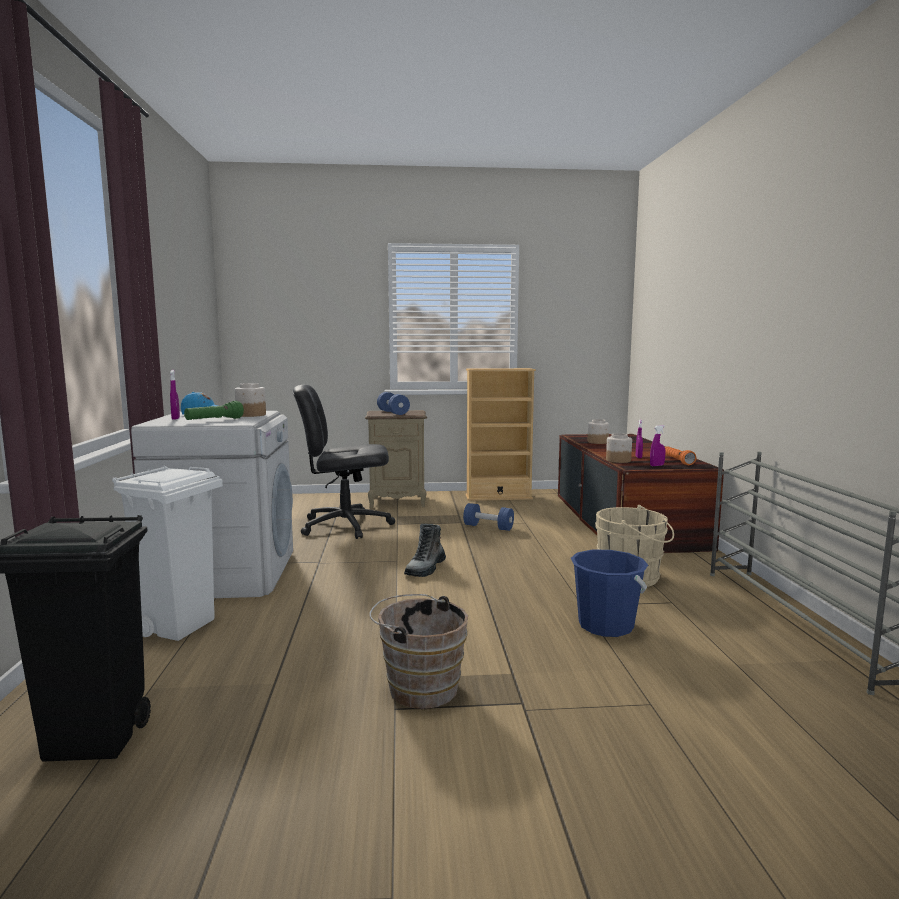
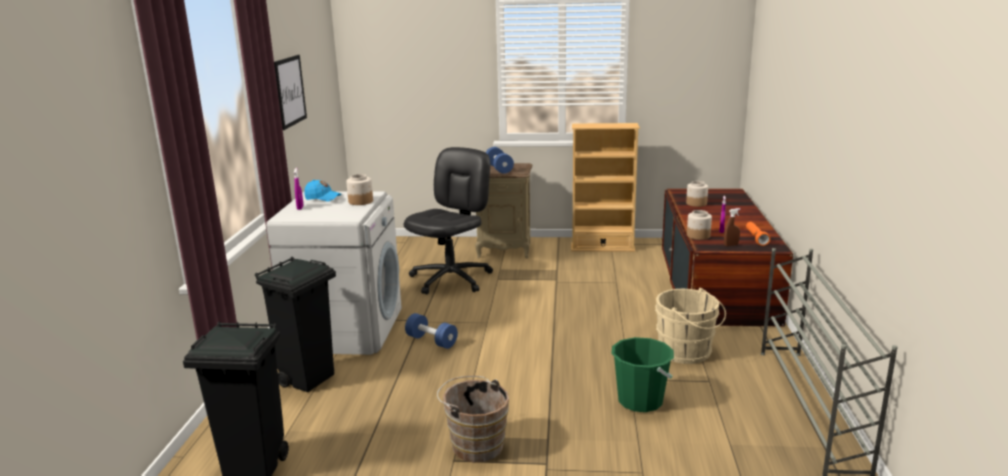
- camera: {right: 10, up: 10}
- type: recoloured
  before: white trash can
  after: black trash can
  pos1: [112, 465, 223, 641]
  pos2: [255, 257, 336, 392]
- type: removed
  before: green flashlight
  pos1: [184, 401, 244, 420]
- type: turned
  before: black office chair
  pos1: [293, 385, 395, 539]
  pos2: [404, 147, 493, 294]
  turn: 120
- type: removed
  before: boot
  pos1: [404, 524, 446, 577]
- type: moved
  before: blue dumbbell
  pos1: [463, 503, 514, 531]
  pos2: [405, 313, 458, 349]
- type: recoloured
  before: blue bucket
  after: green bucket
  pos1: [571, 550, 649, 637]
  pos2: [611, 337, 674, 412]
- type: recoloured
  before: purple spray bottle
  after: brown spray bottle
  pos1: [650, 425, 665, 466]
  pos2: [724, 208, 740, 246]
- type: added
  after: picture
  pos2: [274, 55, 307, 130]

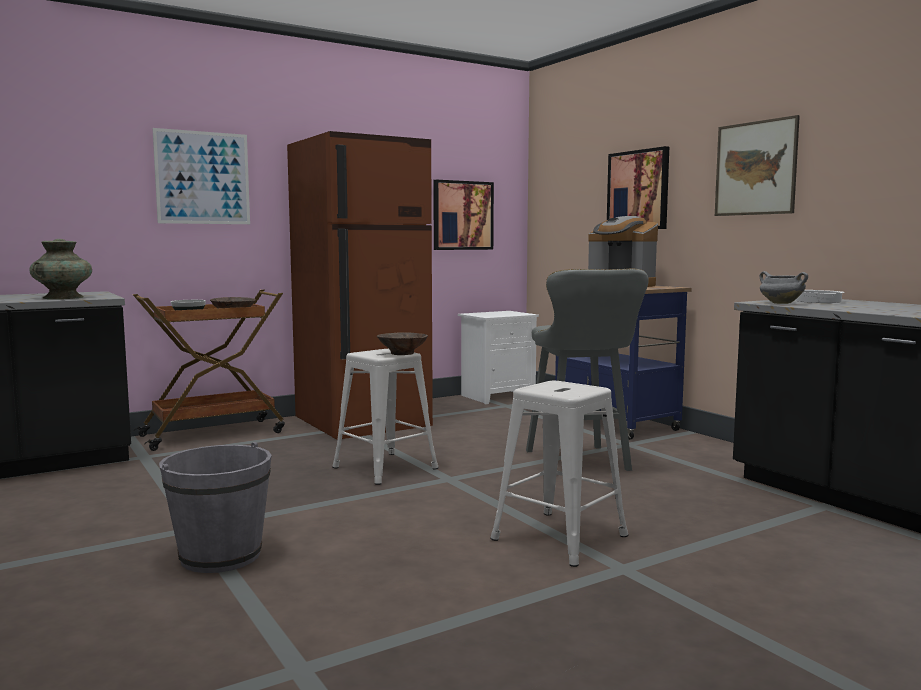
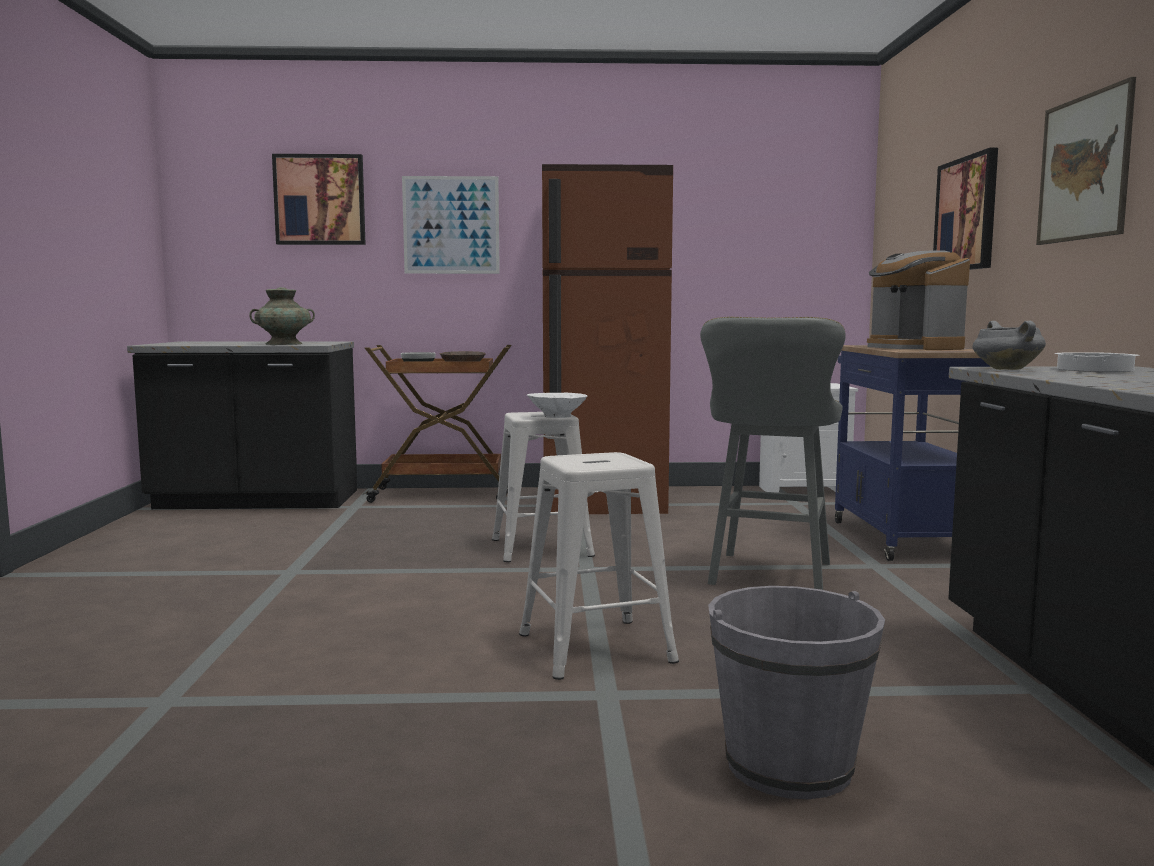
- camera: {right: 30, up: 0}
- type: moved
  before: grey bucket
  pos1: [159, 442, 272, 573]
  pos2: [708, 586, 885, 799]
- type: recoloured
  before: brown bowl
  after: white bowl
  pos1: [377, 332, 428, 355]
  pos2: [527, 393, 587, 418]
- type: moved
  before: picture
  pos1: [433, 180, 494, 250]
  pos2: [272, 154, 366, 245]

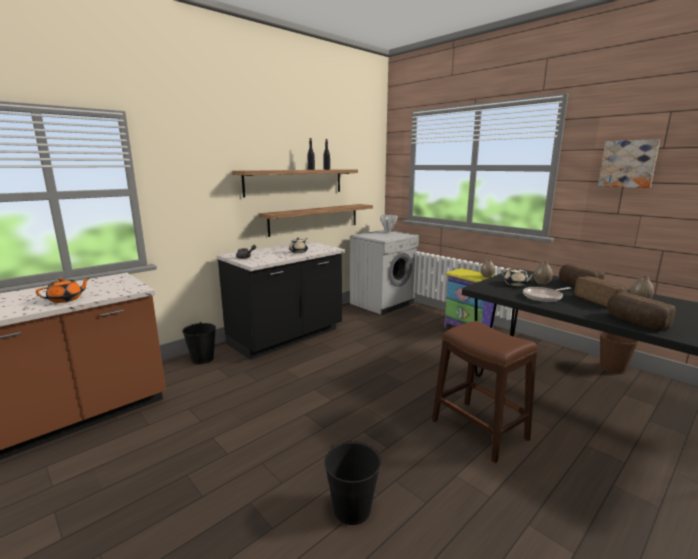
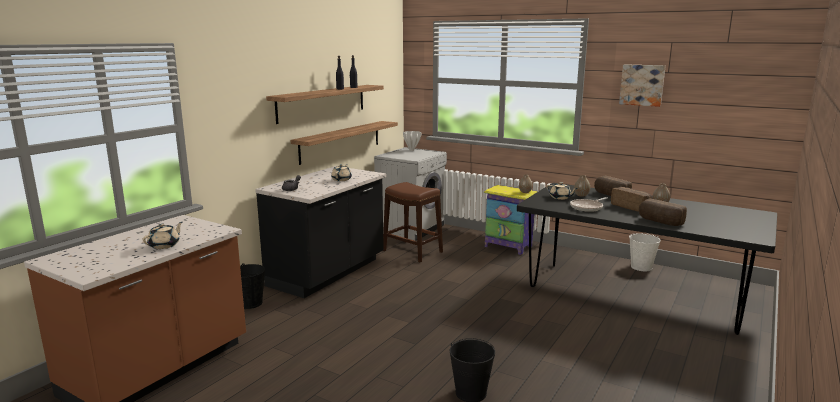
- camera: {right: -15, up: 0}
- type: recoloured
  before: orange teapot
  after: beige teapot
  pos1: [36, 277, 90, 303]
  pos2: [143, 222, 183, 249]
- type: moved
  before: brown stool
  pos1: [432, 321, 537, 463]
  pos2: [383, 182, 443, 263]
- type: recoloured
  before: brown bucket
  after: white bucket
  pos1: [600, 331, 639, 374]
  pos2: [629, 233, 661, 271]

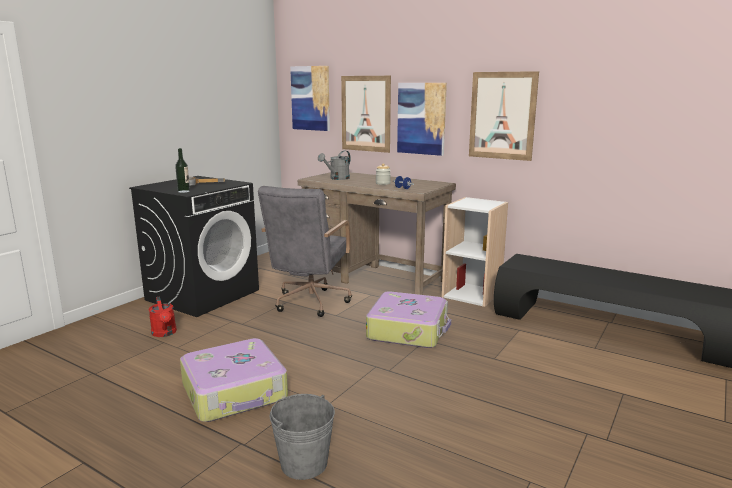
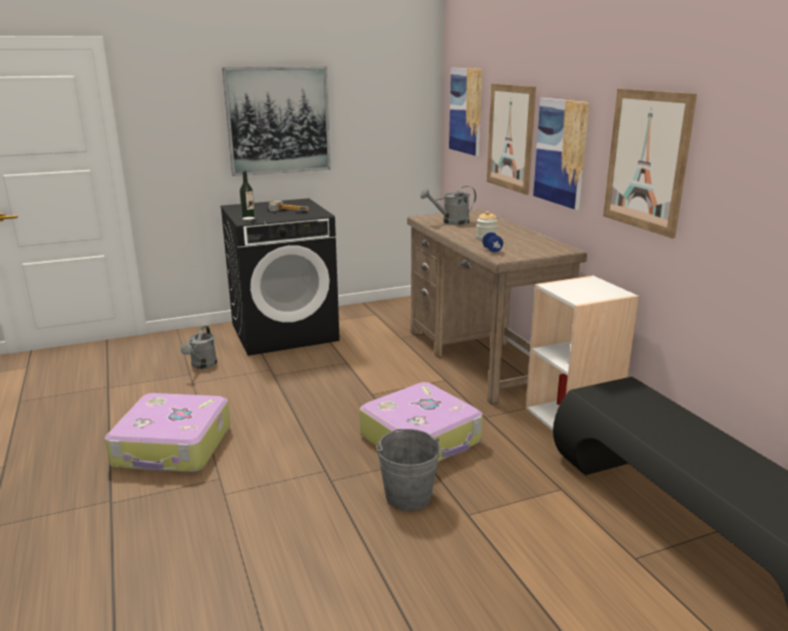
- camera: {right: 35, up: 5}
- type: recoloured
  before: red watering can
  after: grey watering can
  pos1: [148, 297, 177, 337]
  pos2: [181, 326, 217, 369]
- type: removed
  before: grey office chair
  pos1: [258, 186, 352, 317]
- type: moved
  before: grey bucket
  pos1: [269, 394, 335, 480]
  pos2: [377, 429, 441, 511]
- type: added
  after: picture
  pos2: [222, 66, 330, 176]

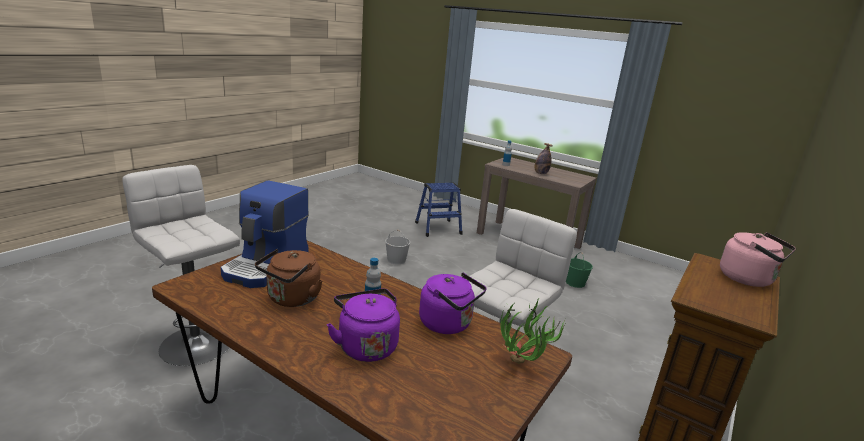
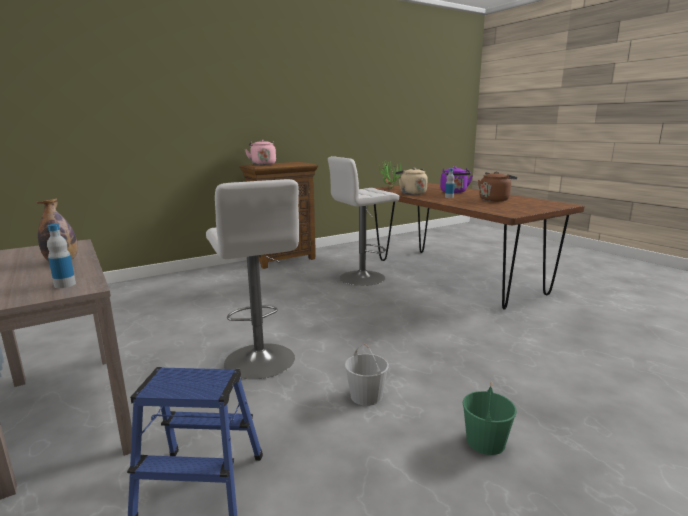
- camera: {right: -155, up: -5}
- type: moved
  before: white stool
  pos1: [122, 165, 240, 366]
  pos2: [206, 179, 299, 379]
- type: removed
  before: coffee machine
  pos1: [221, 180, 309, 288]
- type: recoloured
  before: purple kettle
  after: beige kettle
  pos1: [419, 272, 486, 334]
  pos2: [396, 167, 428, 195]
- type: moved
  before: green bucket
  pos1: [566, 252, 593, 288]
  pos2: [463, 382, 517, 455]

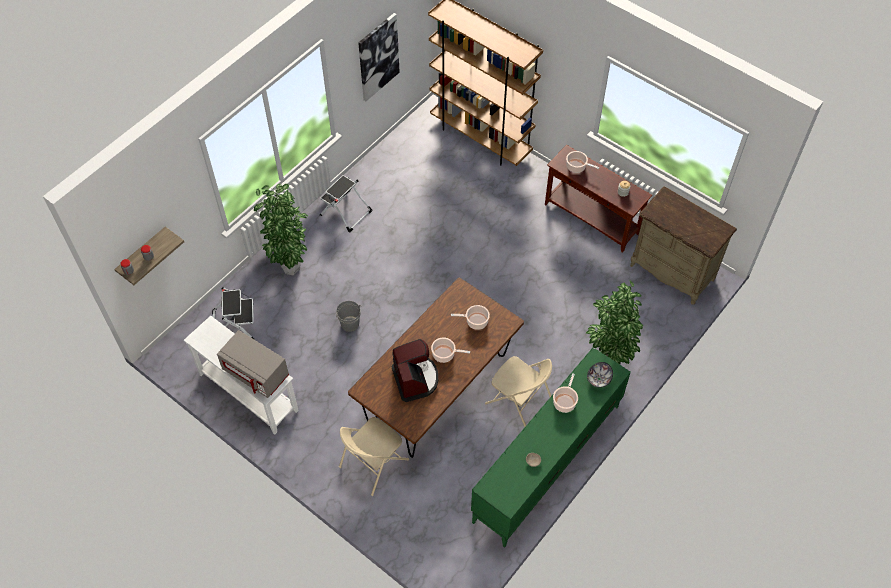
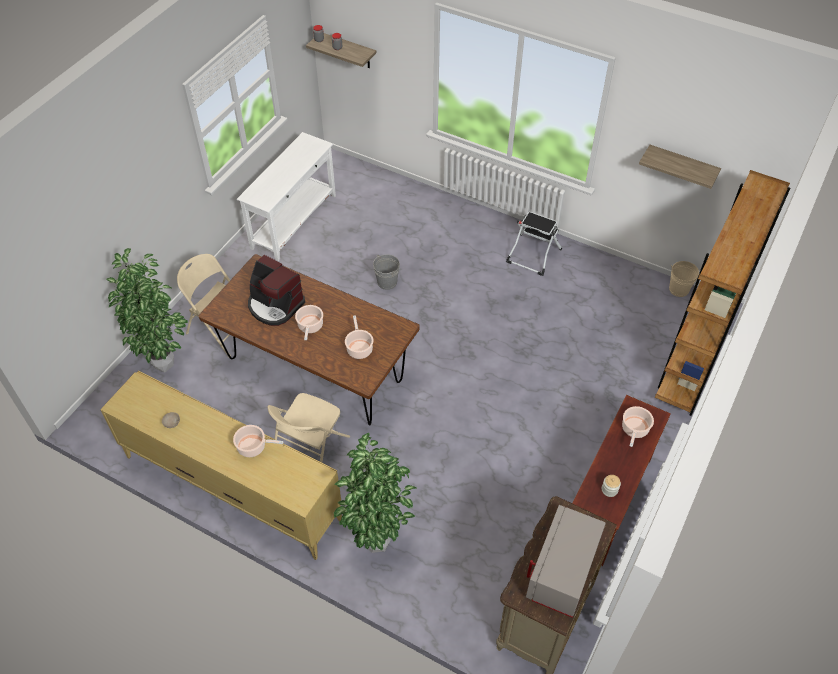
- camera: {right: 80, up: -5}
- type: removed
  before: step ladder
  pos1: [212, 287, 255, 340]
- type: moved
  before: grey microwave
  pos1: [217, 330, 289, 398]
  pos2: [526, 505, 606, 618]
- type: moved
  before: potted plant
  pos1: [254, 184, 308, 276]
  pos2: [106, 248, 188, 373]
- type: replaced
  before: picture
  after: shelf
  pos1: [358, 13, 400, 101]
  pos2: [639, 145, 721, 189]
- type: turned
  before: coffee machine
  pos1: [392, 339, 438, 402]
  pos2: [248, 255, 305, 326]
  turn: 60
- type: recoloured
  before: green cabinet
  after: beige cabinet
  pos1: [471, 348, 631, 548]
  pos2: [100, 371, 342, 560]
- type: removed
  before: bowl
  pos1: [587, 362, 613, 388]
- type: added
  after: beige bucket
  pos2: [669, 261, 699, 297]

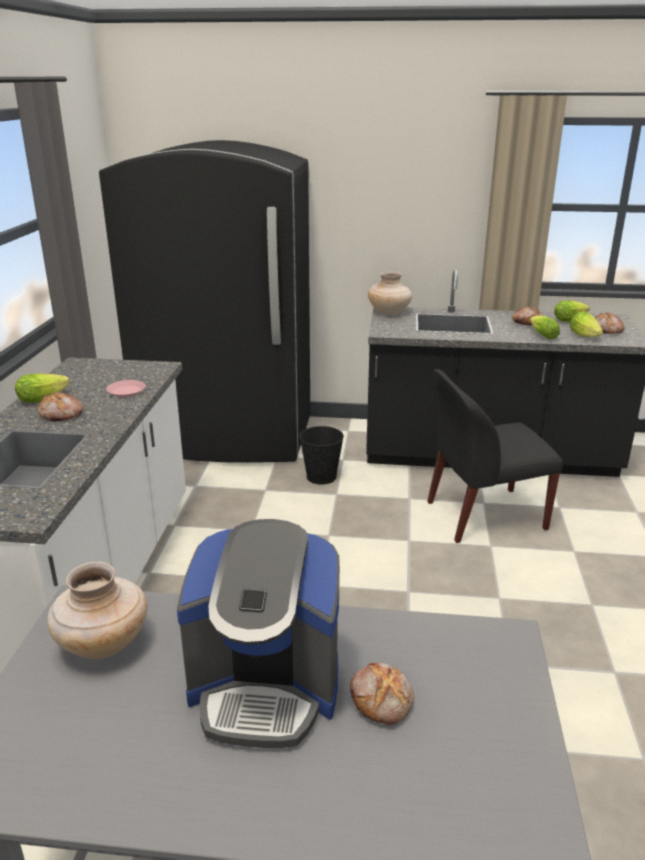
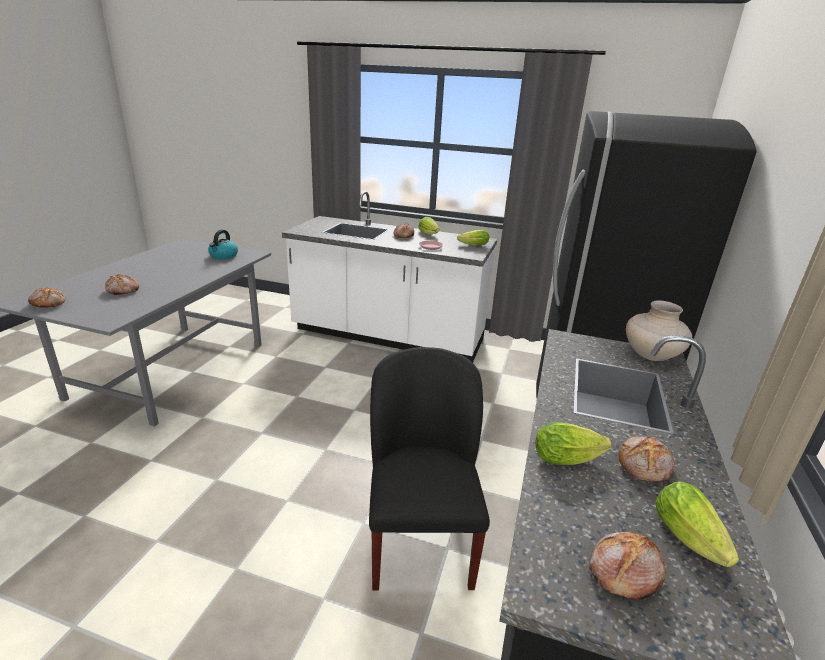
- camera: {right: 100, up: 0}
- type: replaced
  before: beige vase
  after: kettle
  pos1: [47, 562, 147, 659]
  pos2: [208, 230, 238, 259]
- type: removed
  before: coffee machine
  pos1: [177, 519, 340, 748]
- type: removed
  before: black bucket
  pos1: [299, 426, 344, 484]
- type: moved
  before: lettuce
  pos1: [570, 312, 603, 337]
  pos2: [457, 230, 489, 245]
- type: added
  after: bread
  pos2: [28, 287, 65, 308]

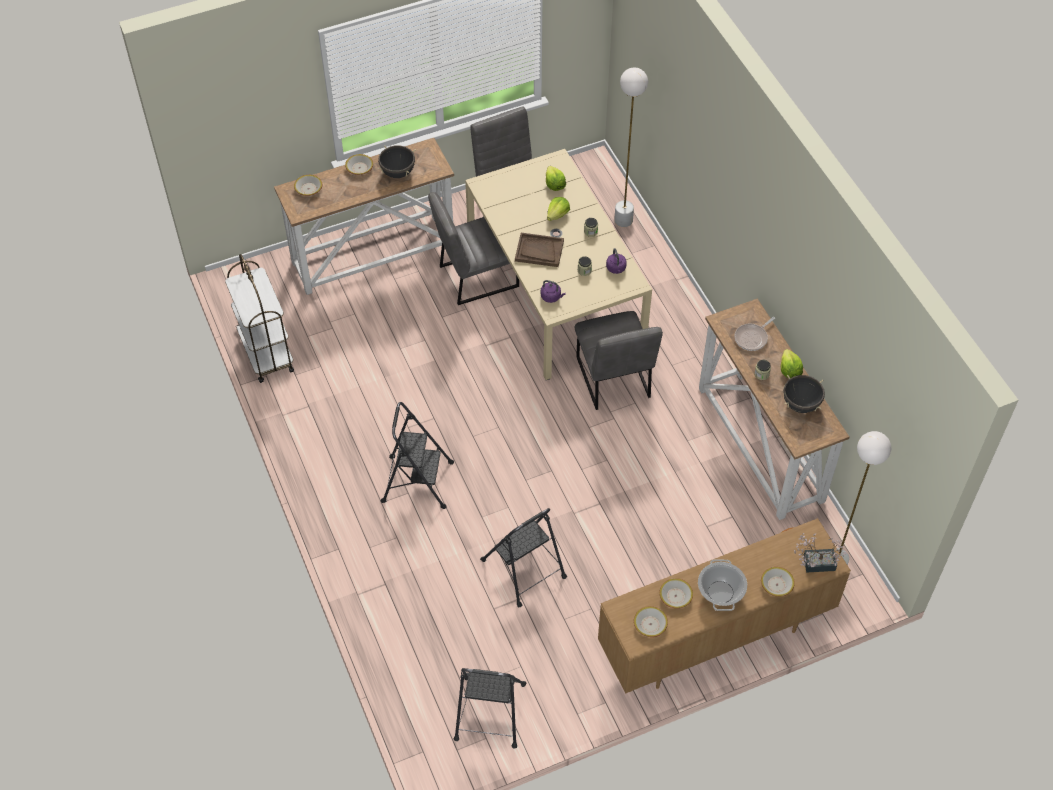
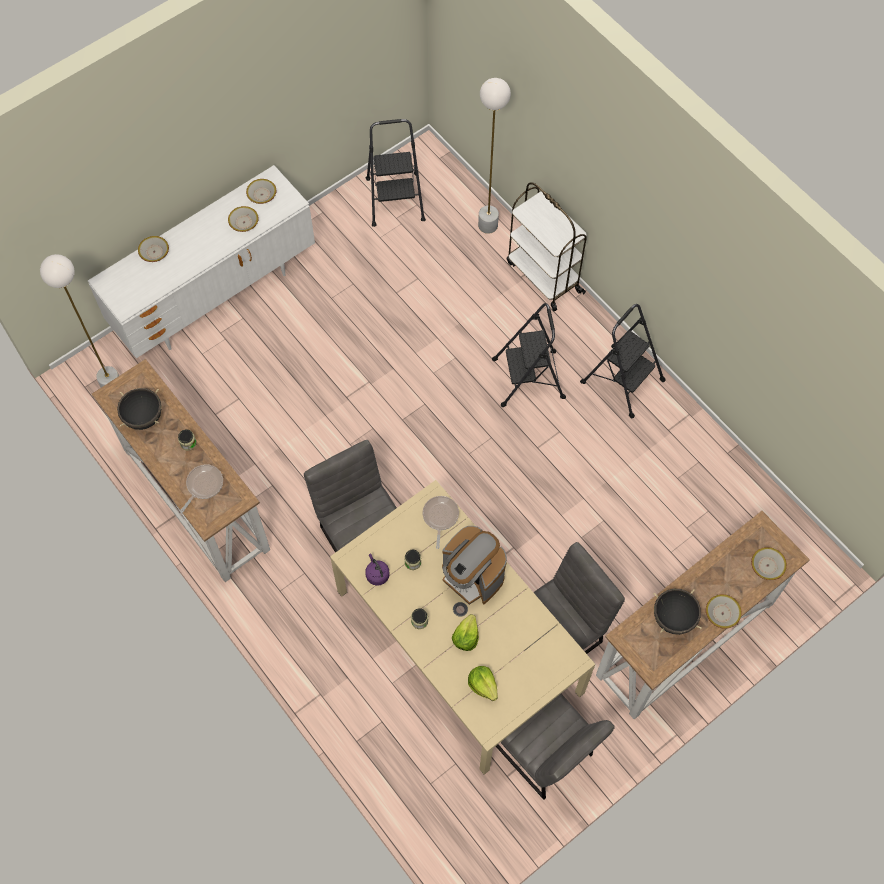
- camera: {right: 165, up: 10}
- type: moved
  before: white cart
  pos1: [225, 254, 294, 383]
  pos2: [507, 182, 587, 311]
- type: moved
  before: black step ladder
  pos1: [480, 508, 567, 607]
  pos2: [580, 304, 666, 418]
- type: replaced
  before: brown tray
  after: coffee machine
  pos1: [515, 233, 564, 267]
  pos2: [442, 526, 507, 605]
- type: replaced
  before: purple kettle
  after: frying pan
  pos1: [541, 280, 566, 303]
  pos2: [423, 496, 459, 549]
- type: recoloured
  before: brown dresser
  after: white dresser
  pos1: [598, 518, 851, 693]
  pos2: [88, 165, 315, 358]
- type: moved
  before: white floor lamp
  pos1: [614, 67, 648, 227]
  pos2: [478, 78, 511, 234]
- type: removed
  before: cooking pot
  pos1: [698, 560, 747, 611]
- type: removed
  before: lettuce
  pos1: [781, 349, 803, 378]
- type: removed
  before: potted plant
  pos1: [794, 533, 846, 573]

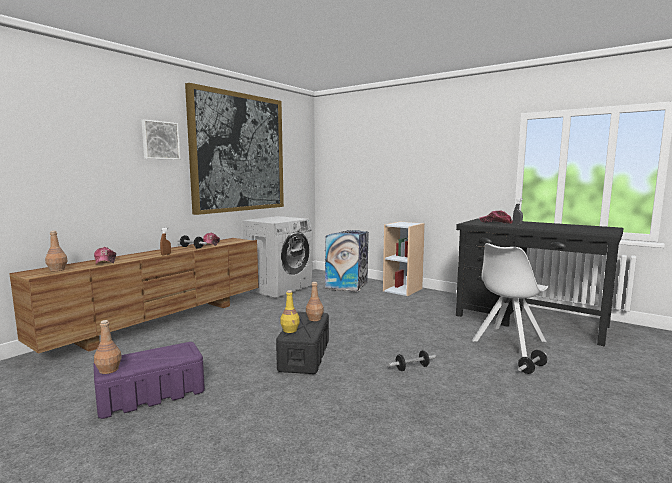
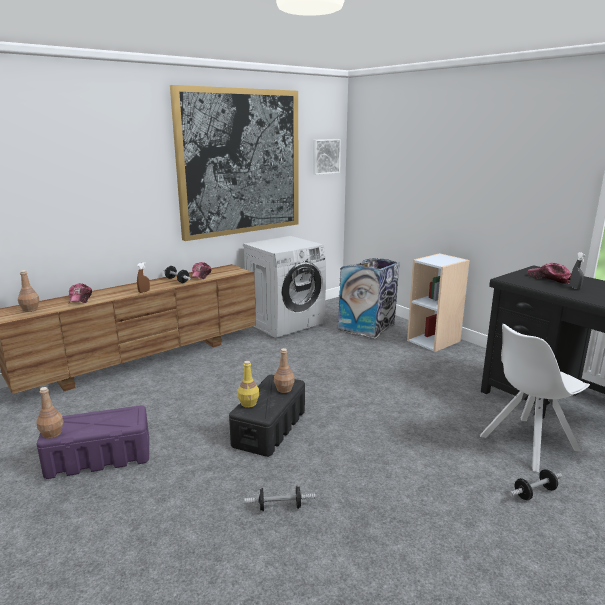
- camera: {right: 15, up: 10}
- type: moved
  before: picture
  pos1: [141, 119, 180, 160]
  pos2: [313, 139, 341, 175]
- type: moved
  before: dumbbell
  pos1: [388, 350, 436, 371]
  pos2: [245, 486, 315, 511]

